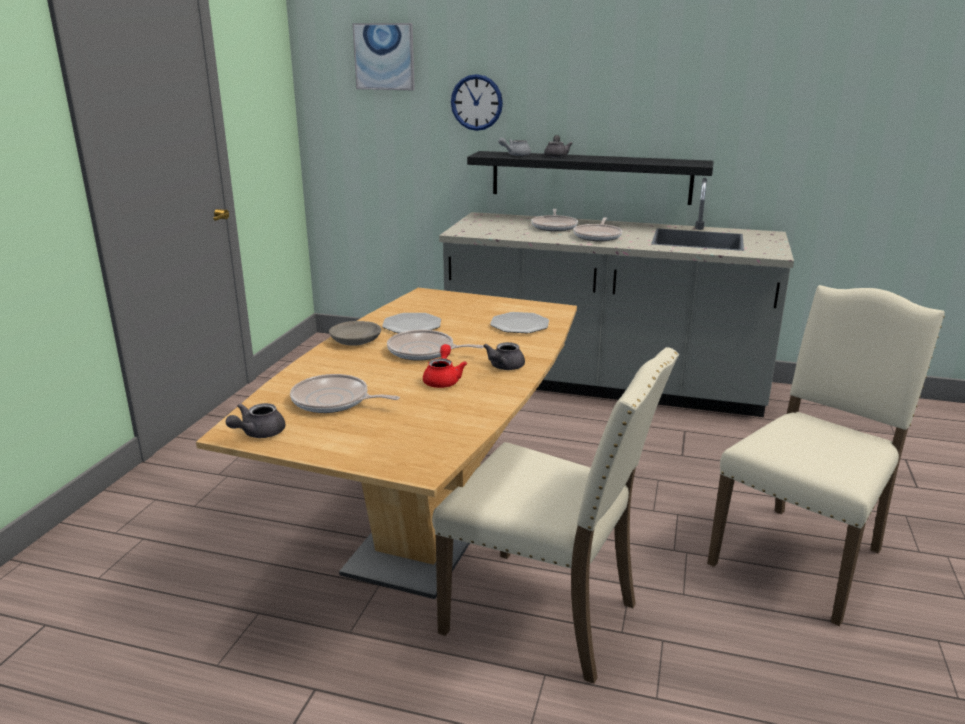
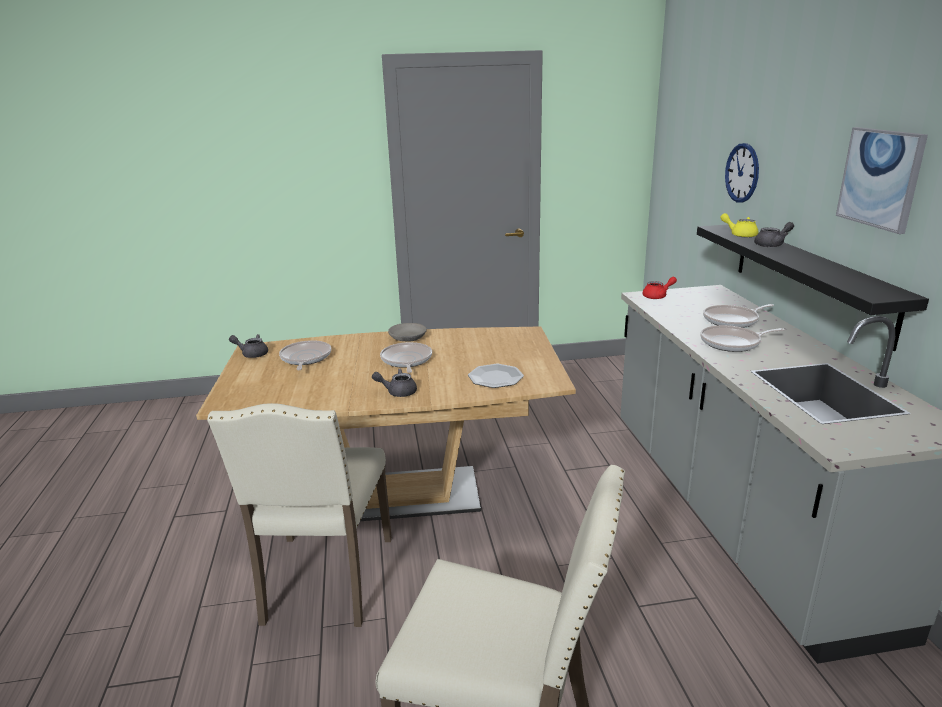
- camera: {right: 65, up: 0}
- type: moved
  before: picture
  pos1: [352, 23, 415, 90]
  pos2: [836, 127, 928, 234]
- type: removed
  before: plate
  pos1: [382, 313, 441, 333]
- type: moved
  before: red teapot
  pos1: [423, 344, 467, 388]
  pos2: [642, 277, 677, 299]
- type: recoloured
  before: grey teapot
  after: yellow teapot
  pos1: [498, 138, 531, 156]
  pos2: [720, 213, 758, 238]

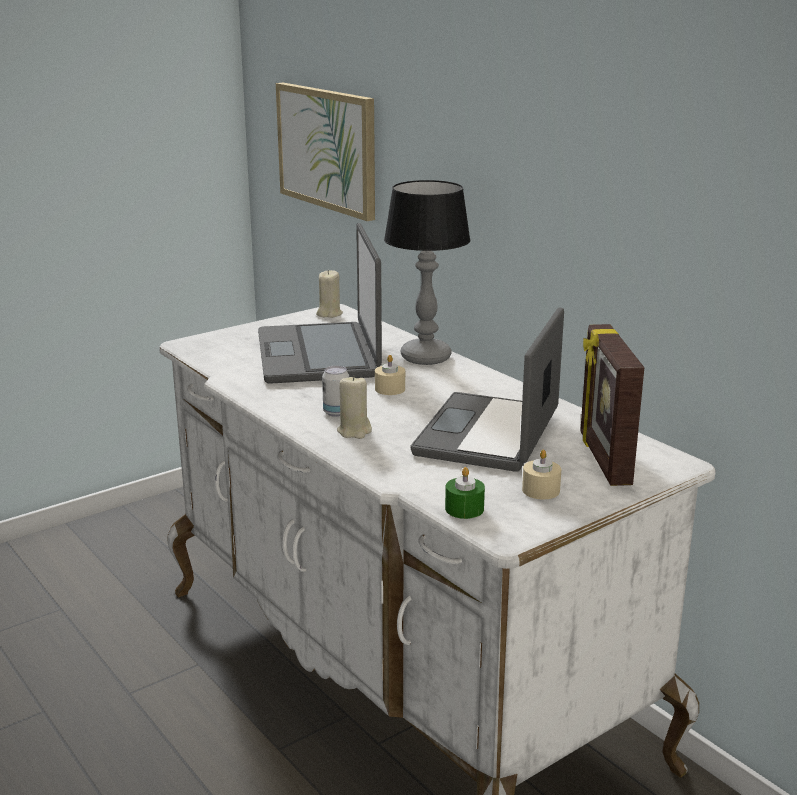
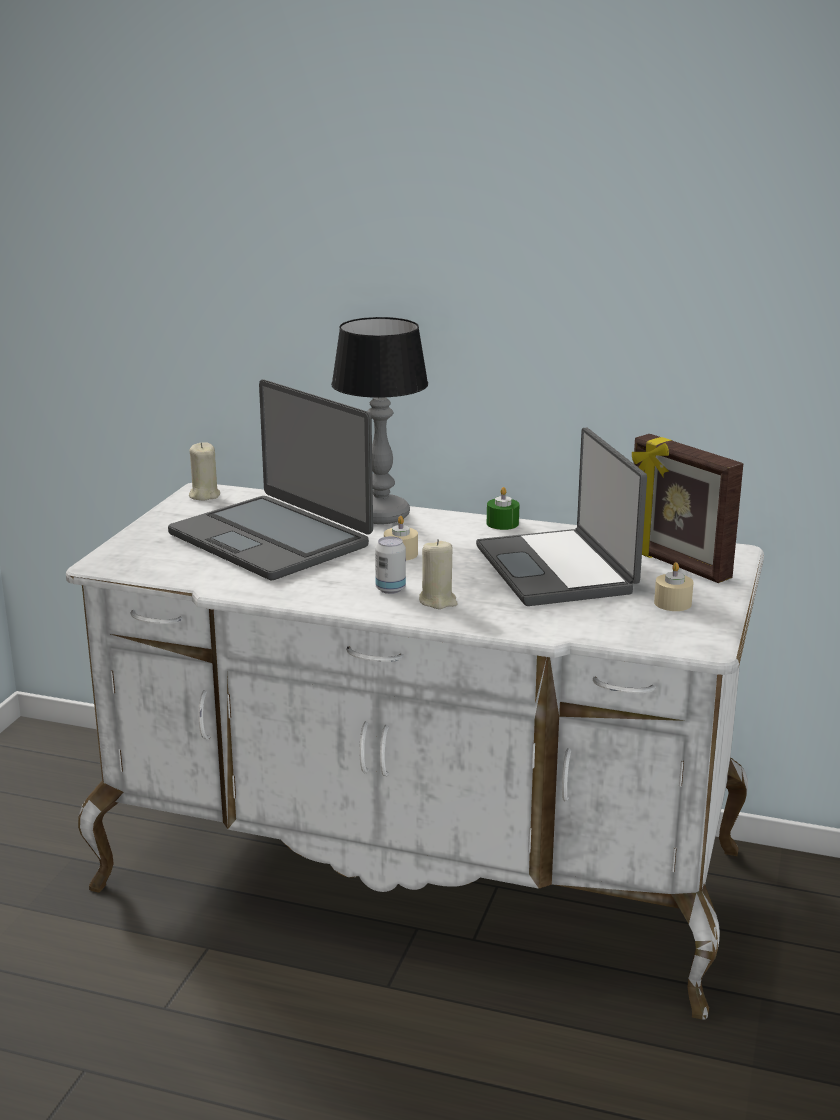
- camera: {right: -35, up: 0}
- type: removed
  before: picture
  pos1: [276, 83, 375, 221]
- type: moved
  before: green candle
  pos1: [445, 467, 485, 519]
  pos2: [487, 487, 520, 530]

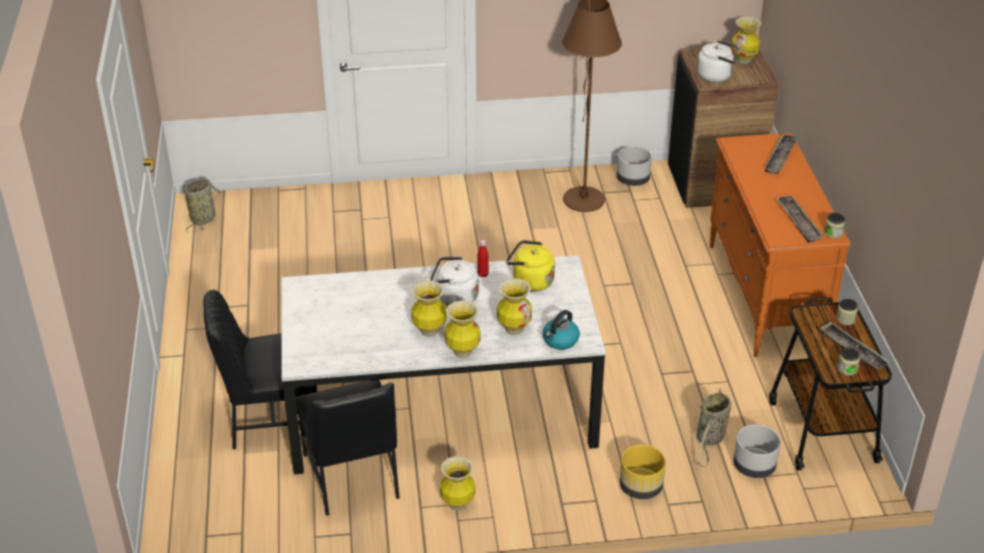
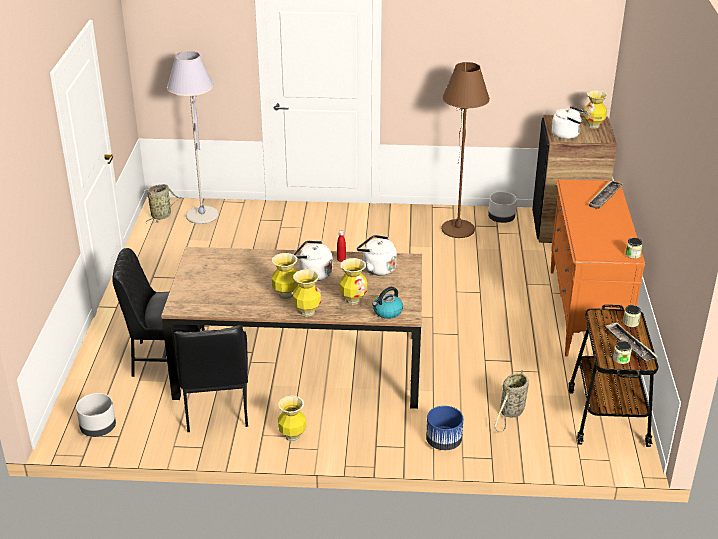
- camera: {right: 10, up: -5}
- type: recoloured
  before: white dining table
  after: brown dining table
  pos1: [281, 255, 606, 474]
  pos2: [161, 247, 422, 409]
- type: recoloured
  before: yellow kettle
  after: white kettle
  pos1: [506, 240, 555, 292]
  pos2: [357, 235, 397, 276]
- type: recoloured
  before: yellow planter
  after: blue planter
  pos1: [620, 445, 666, 499]
  pos2: [426, 406, 463, 450]
- type: moved
  before: grey planter
  pos1: [733, 424, 781, 478]
  pos2: [76, 393, 116, 437]
- type: removed
  before: tray
  pos1: [776, 195, 824, 243]
- type: added
  after: grey floor lamp
  pos2: [167, 51, 219, 224]

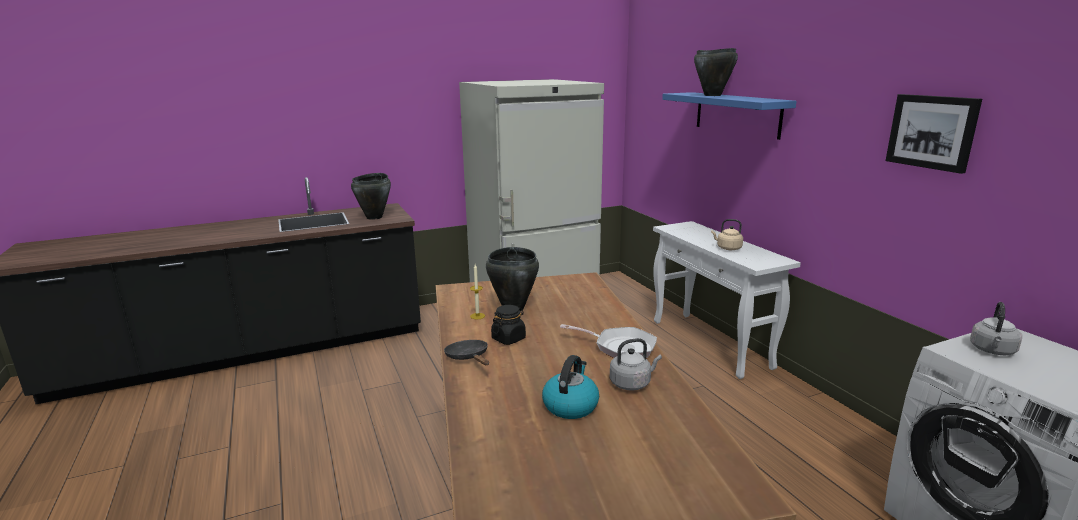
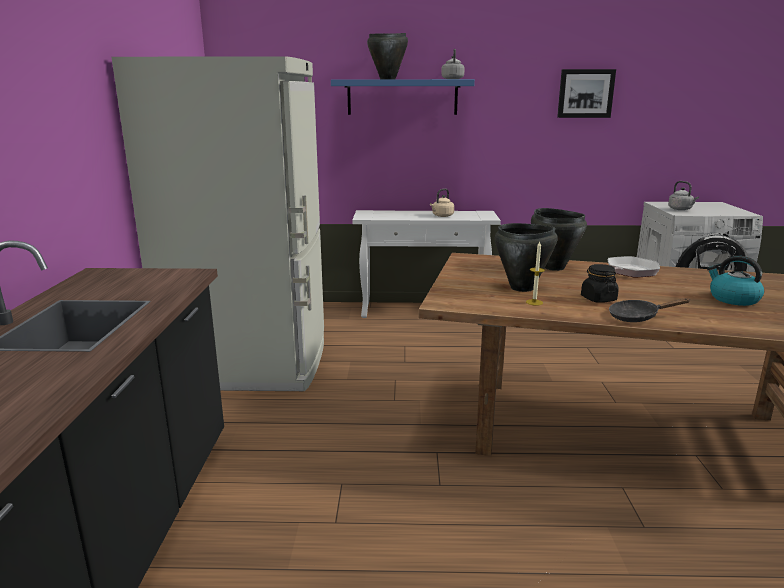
- camera: {right: -65, up: 0}
- type: moved
  before: black cooking pot
  pos1: [351, 173, 391, 220]
  pos2: [531, 208, 587, 271]
- type: moved
  before: grey kettle
  pos1: [610, 338, 662, 391]
  pos2: [441, 49, 465, 79]

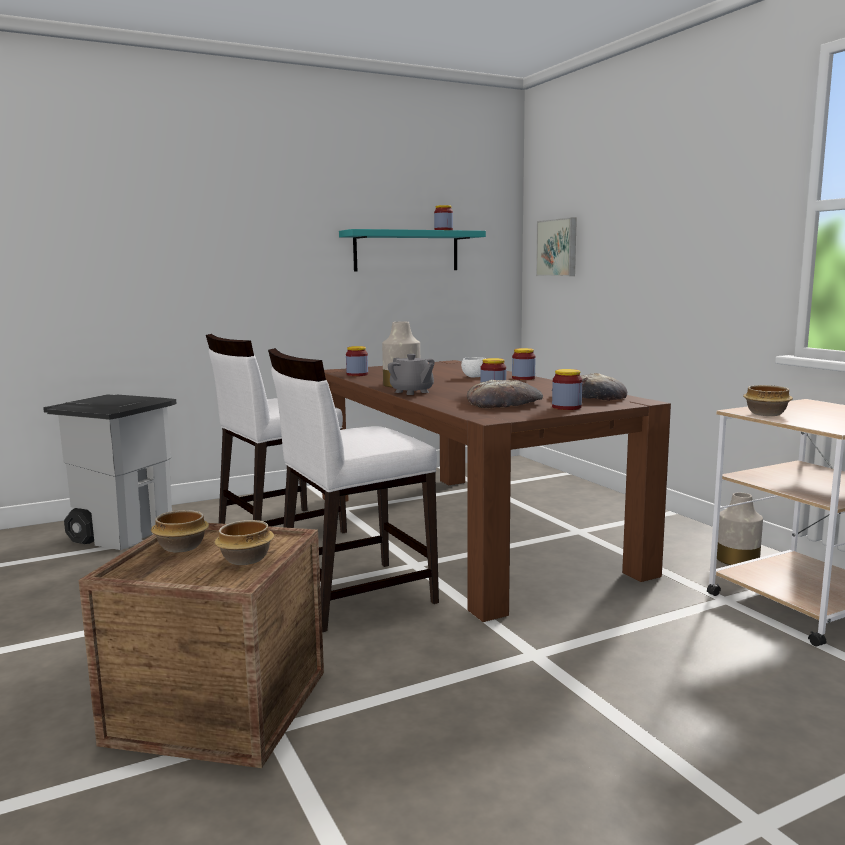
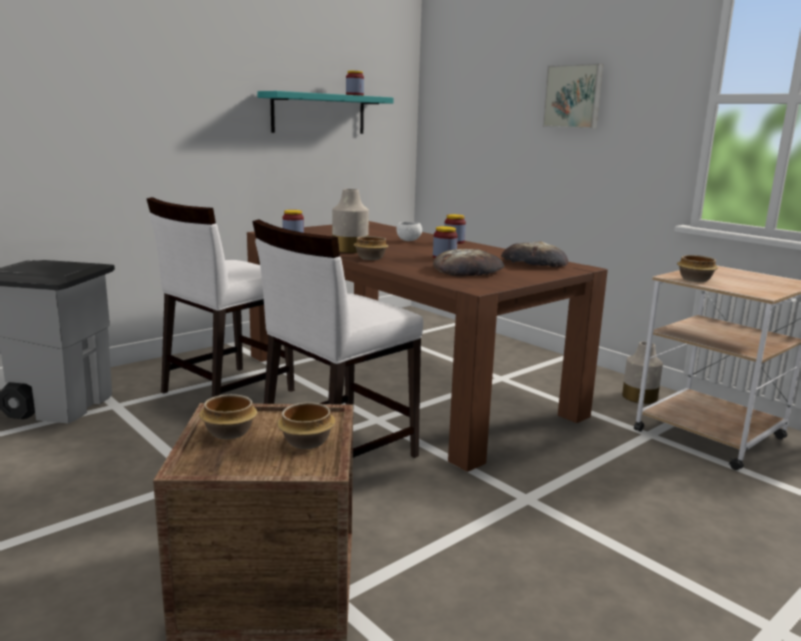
- camera: {right: -15, up: 5}
- type: replaced
  before: grey teapot
  after: bowl
  pos1: [388, 354, 435, 395]
  pos2: [354, 236, 389, 260]
- type: moved
  before: picture
  pos1: [536, 217, 577, 276]
  pos2: [543, 63, 603, 129]
- type: removed
  before: jar
  pos1: [552, 369, 582, 410]

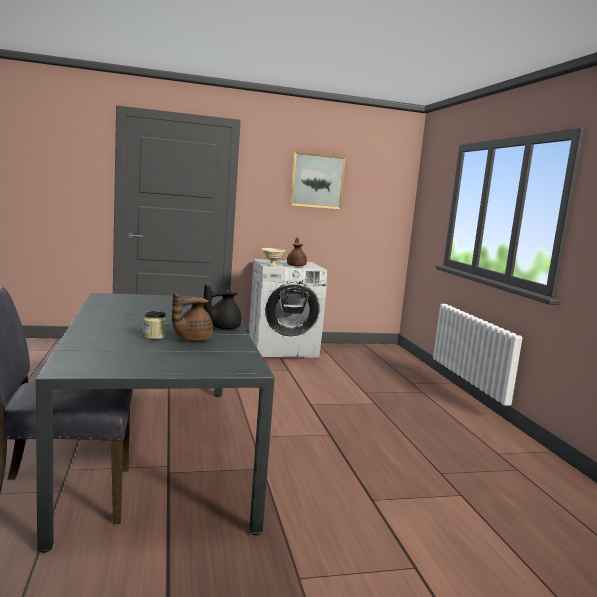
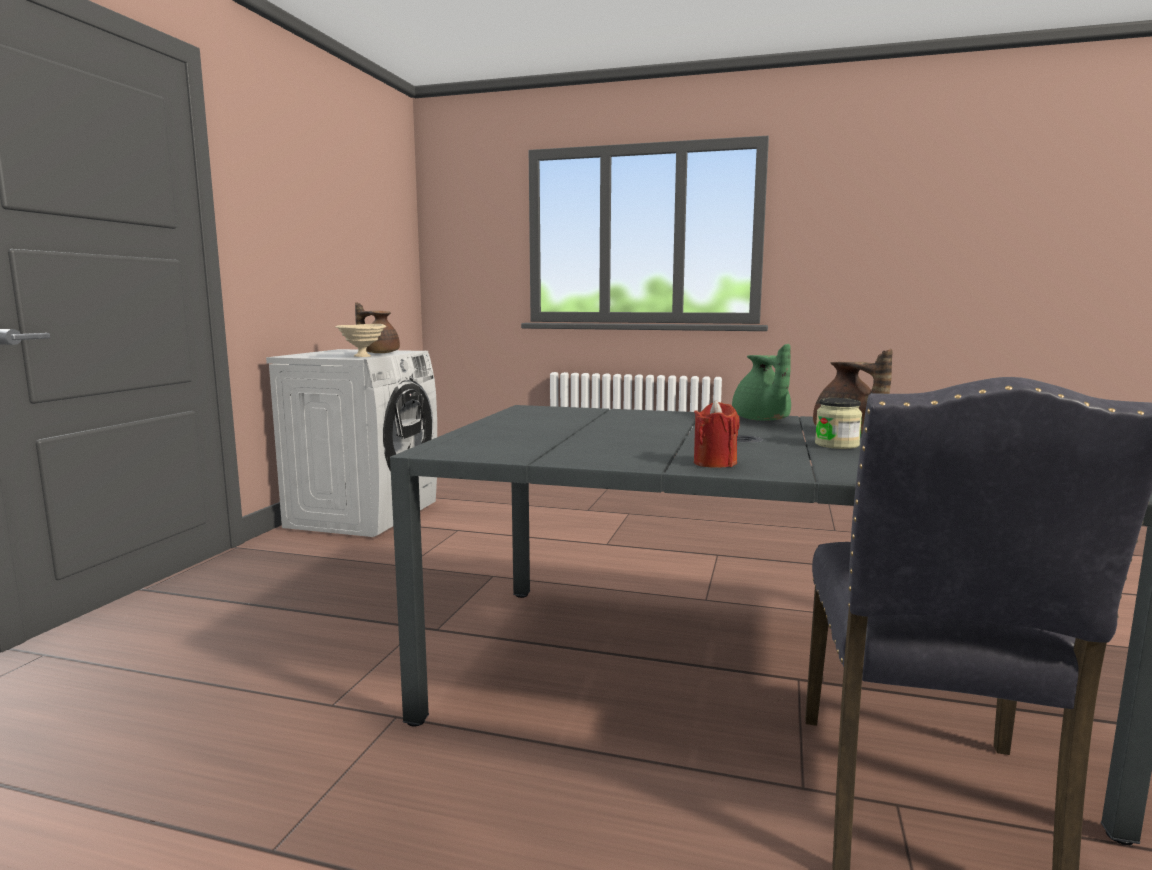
- camera: {right: -60, up: 0}
- type: recoloured
  before: black teapot
  after: green teapot
  pos1: [204, 285, 242, 329]
  pos2: [732, 344, 791, 421]
- type: removed
  before: picture
  pos1: [290, 151, 346, 209]
- type: added
  after: red candle
  pos2: [694, 400, 740, 468]

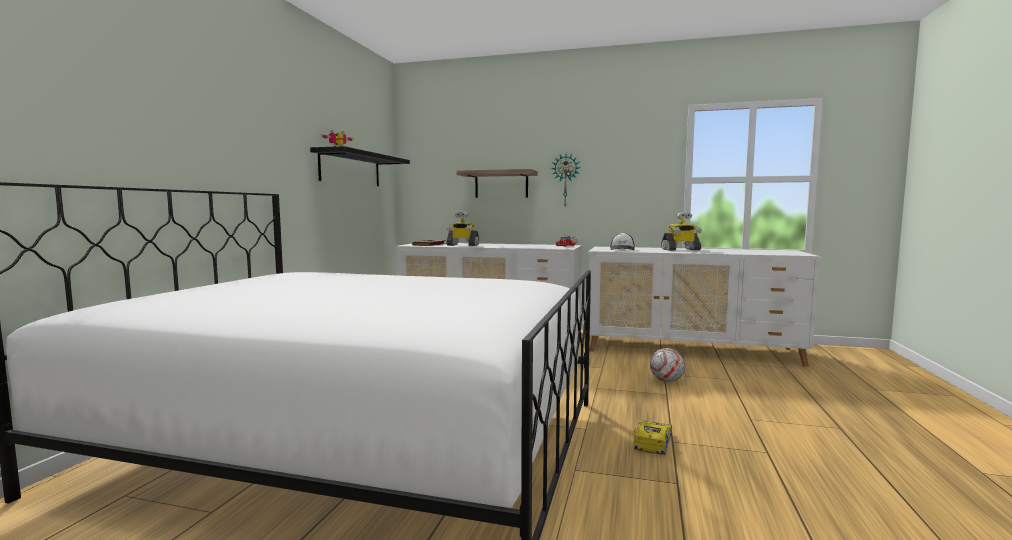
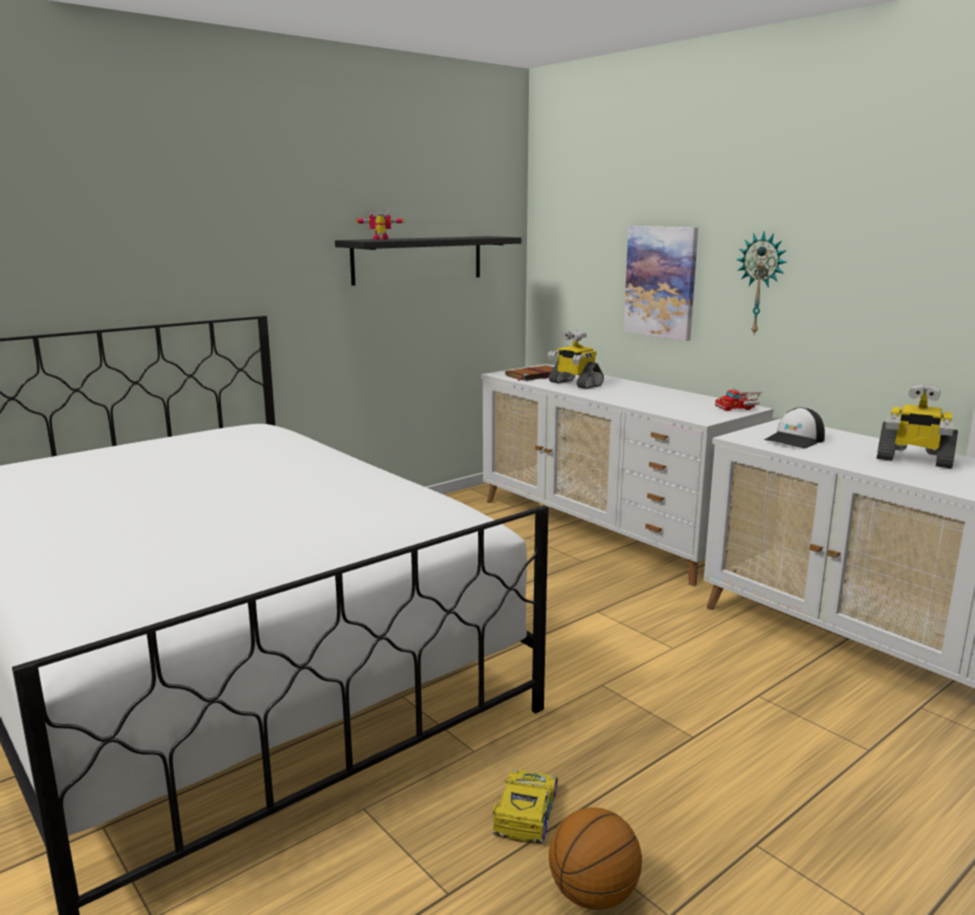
- camera: {right: 35, up: 10}
- type: replaced
  before: shelf
  after: picture
  pos1: [456, 169, 538, 198]
  pos2: [623, 226, 698, 341]
- type: turned
  before: toy car
  pos1: [633, 420, 672, 455]
  pos2: [493, 769, 558, 844]
  turn: -45
- type: removed
  before: football
  pos1: [650, 348, 685, 382]
- type: added
  after: basketball
  pos2: [549, 807, 642, 910]

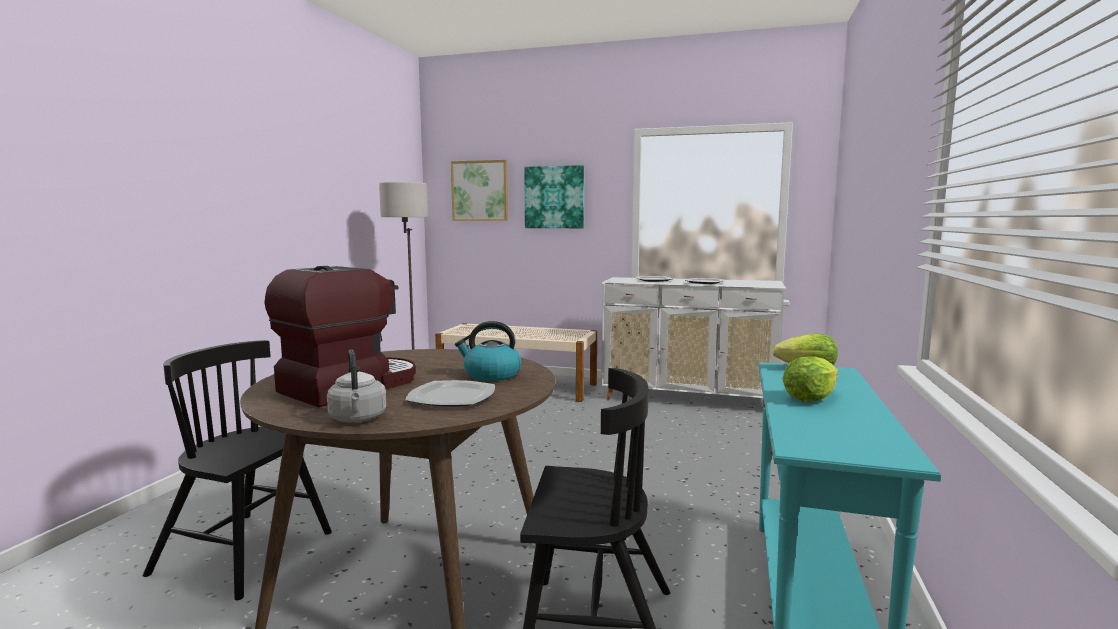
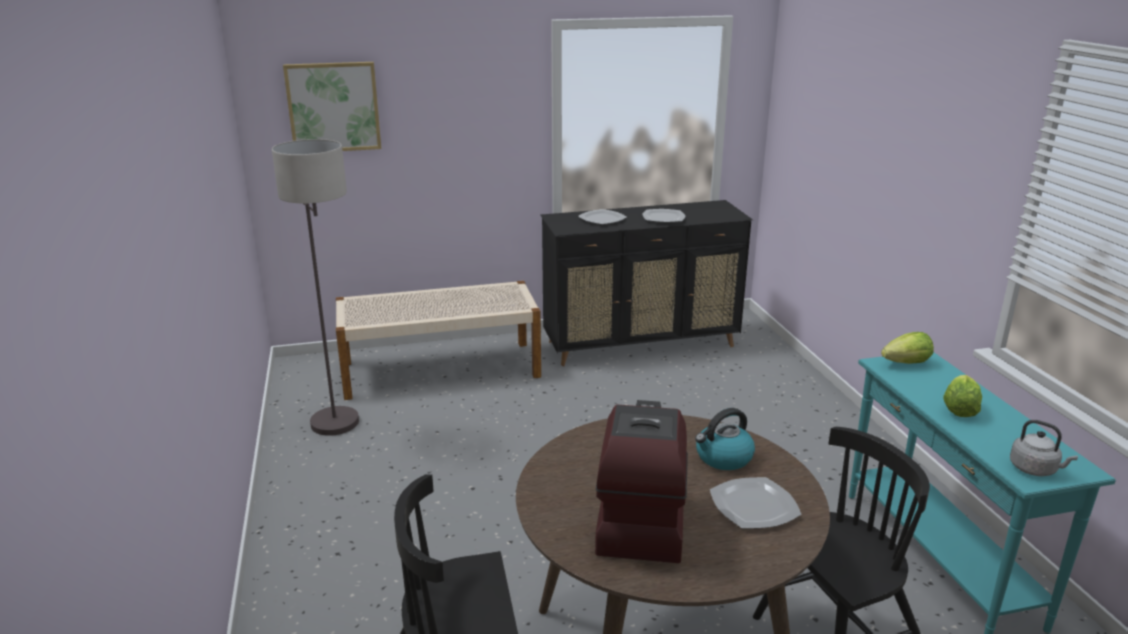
- camera: {right: -30, up: 15}
- type: moved
  before: grey kettle
  pos1: [327, 349, 386, 423]
  pos2: [1010, 420, 1078, 476]
- type: removed
  before: picture
  pos1: [524, 165, 584, 228]
- type: recoloured
  before: white cabinet
  after: black cabinet
  pos1: [601, 277, 786, 400]
  pos2: [540, 200, 753, 366]

